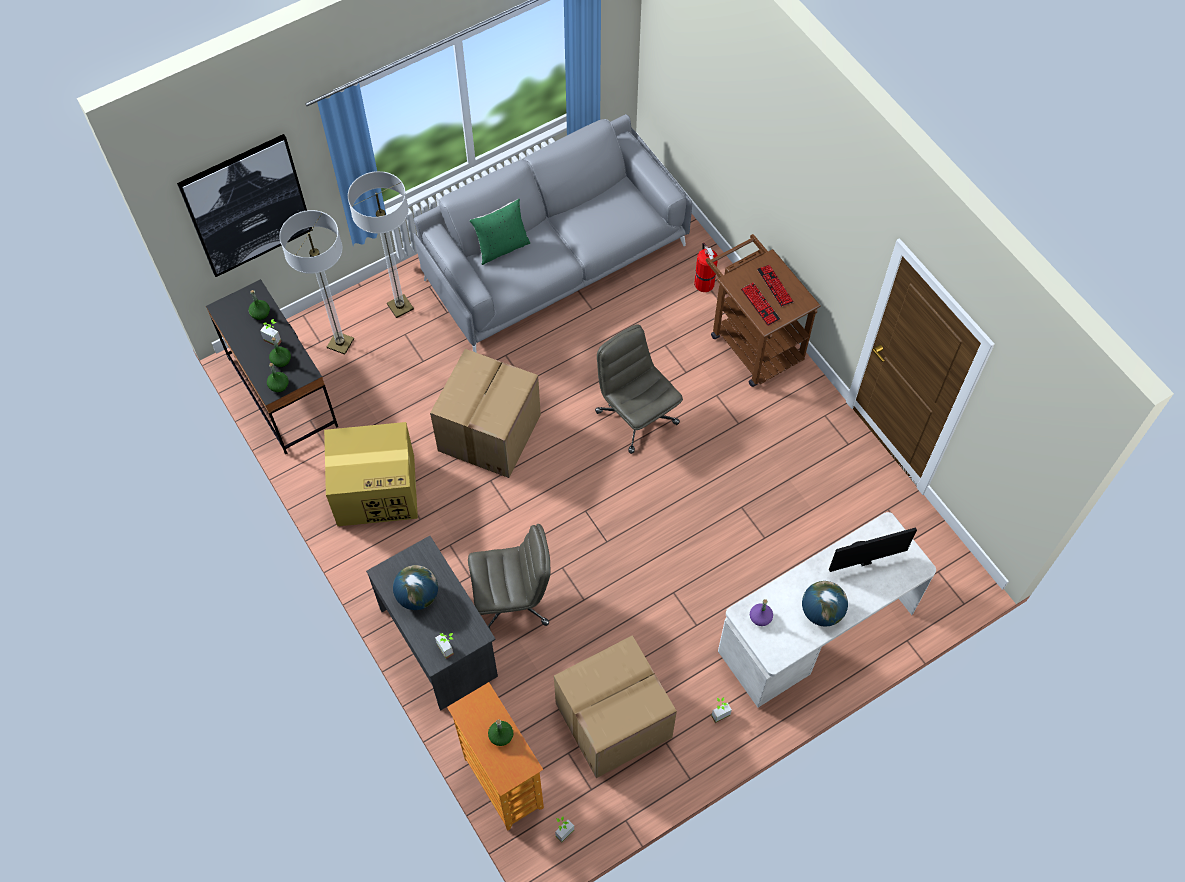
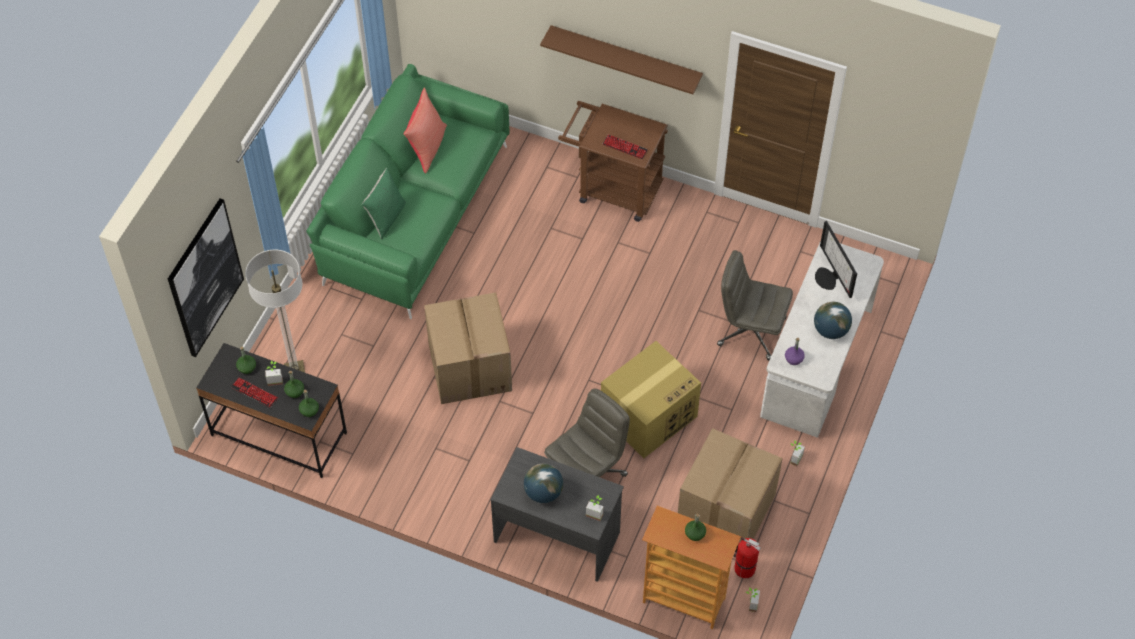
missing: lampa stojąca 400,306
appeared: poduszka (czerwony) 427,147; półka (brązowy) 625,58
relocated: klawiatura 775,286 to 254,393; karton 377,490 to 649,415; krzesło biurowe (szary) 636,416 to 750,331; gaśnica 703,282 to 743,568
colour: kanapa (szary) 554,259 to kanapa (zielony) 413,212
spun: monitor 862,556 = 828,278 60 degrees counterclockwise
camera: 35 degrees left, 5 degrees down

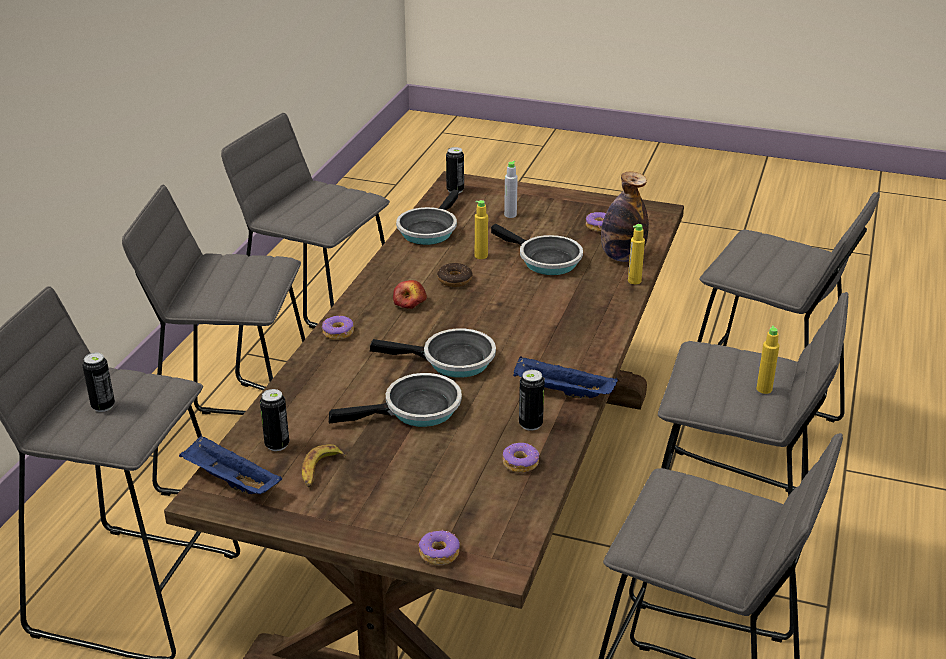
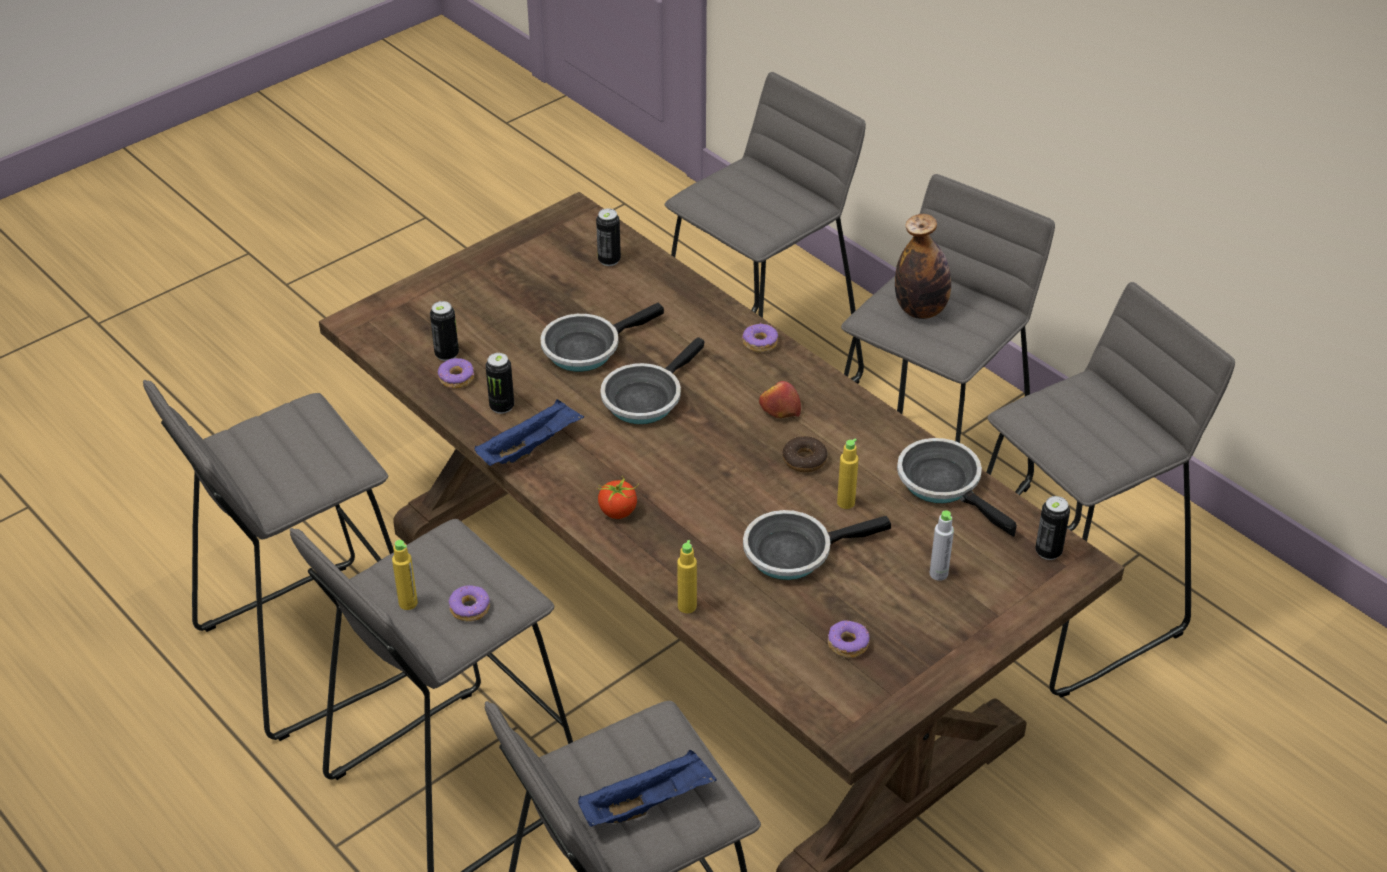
missing: banan 320,470
appeared: pomidor 618,511
relocated: puszka 103,406 to 447,354; donut 439,553 to 470,608; taca (niebieski) 229,481 to 648,803; butelka 622,257 to 920,310
spun: patelnia 416,410 = 586,348 45 degrees clockwise
camera: 120 degrees right, 10 degrees up

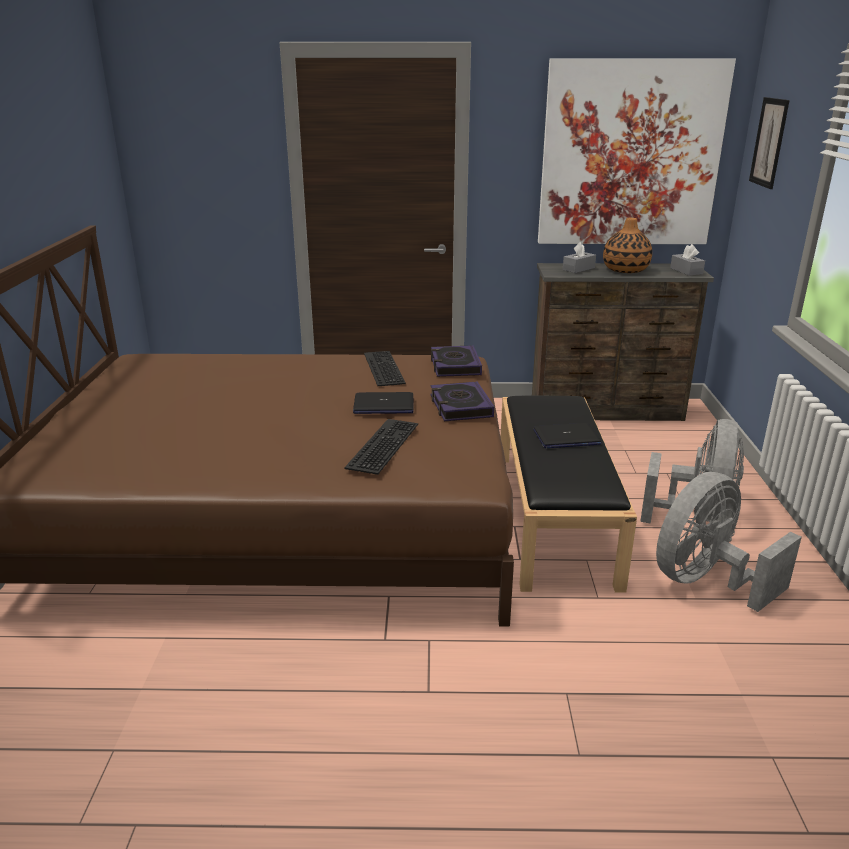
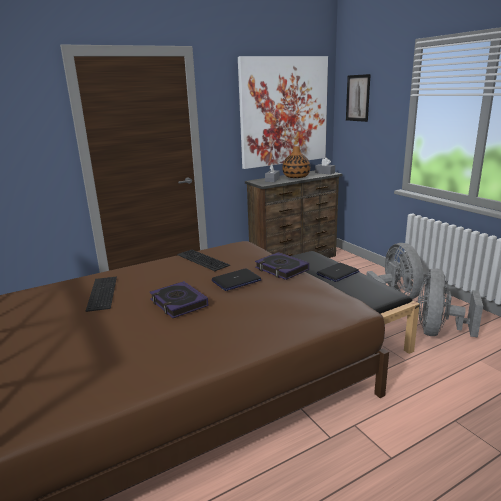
relocated: klawiatura 381,444 to 101,293; książka 455,366 to 178,303
camera: 30 degrees left, 5 degrees down

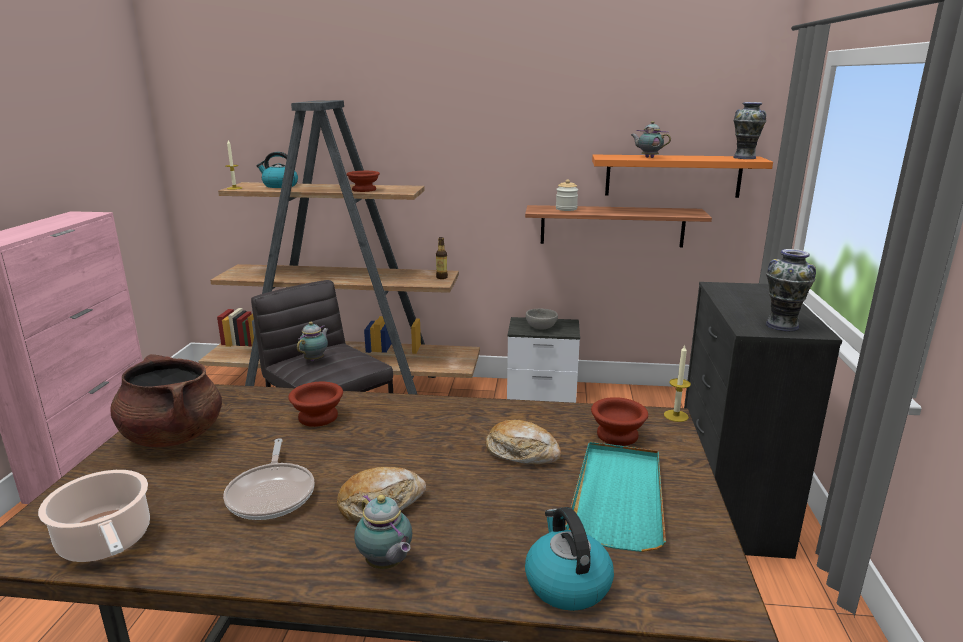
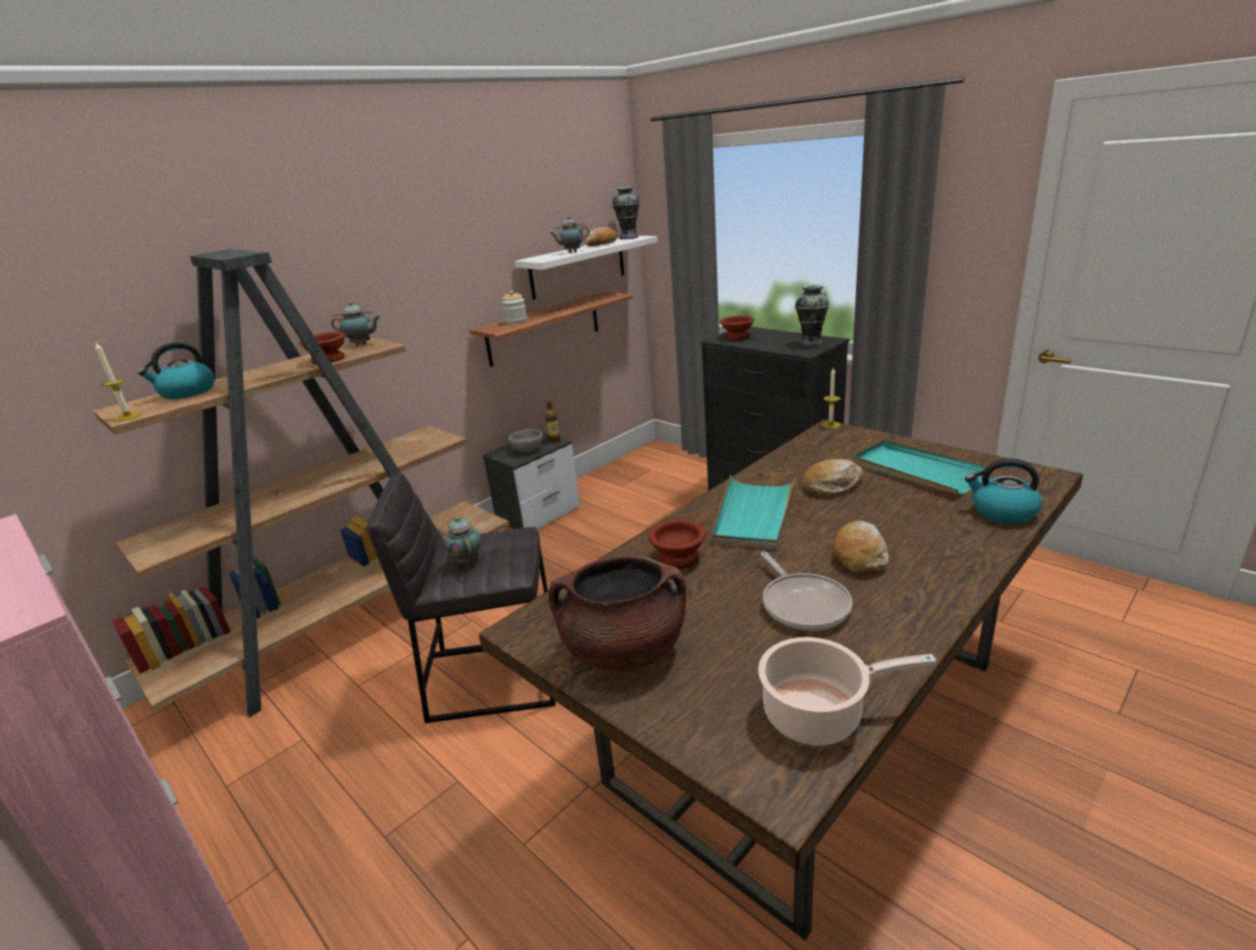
appeared: chleb 601,244; taca (turkusowy) 753,514
relocated: imbryk 386,564 to 362,345; butelka 442,277 to 554,440; miska (brązowy) 615,434 to 736,337
colour: półka (pomarańczowy) 673,176 to półka (biały) 578,267
spun: patelnia 272,494 = 803,604 45 degrees clockwise
camera: 50 degrees left, 5 degrees up

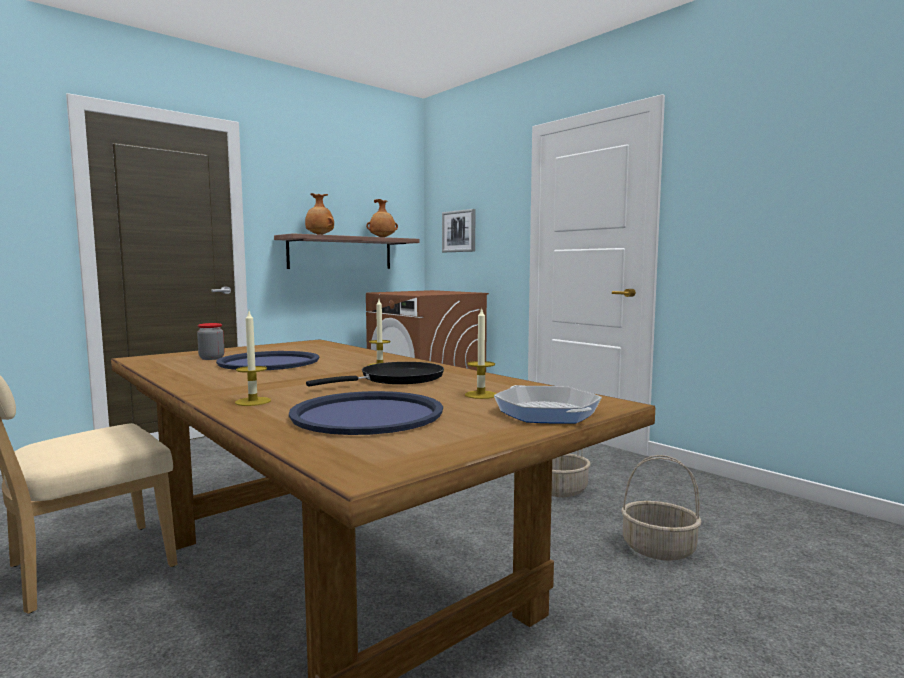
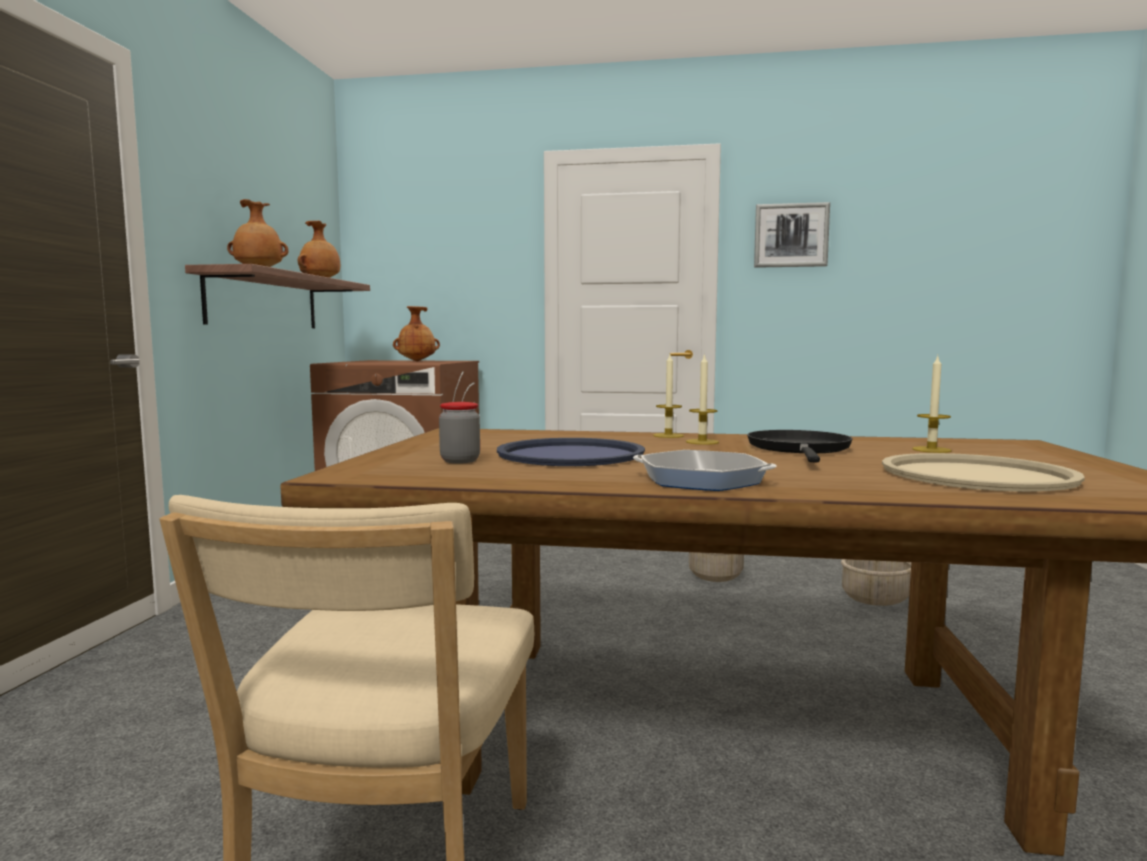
appeared: wazon (brązowy) 416,361
relocated: patelnia 547,412 to 701,480; świeca 253,401 to 668,435; obraz 459,231 to 791,235
colour: taca (niebieski) 367,414 to taca (beżowy) 976,475
camera: 40 degrees left, 0 degrees up

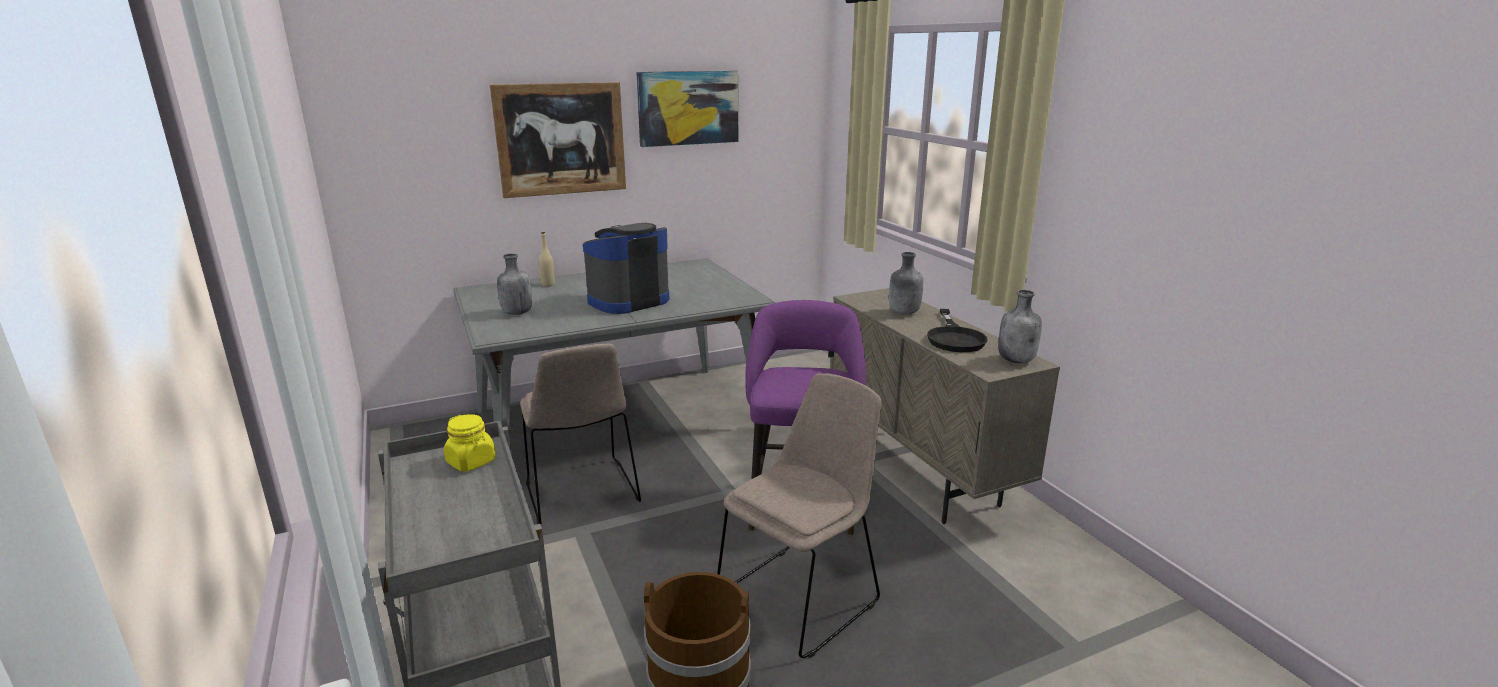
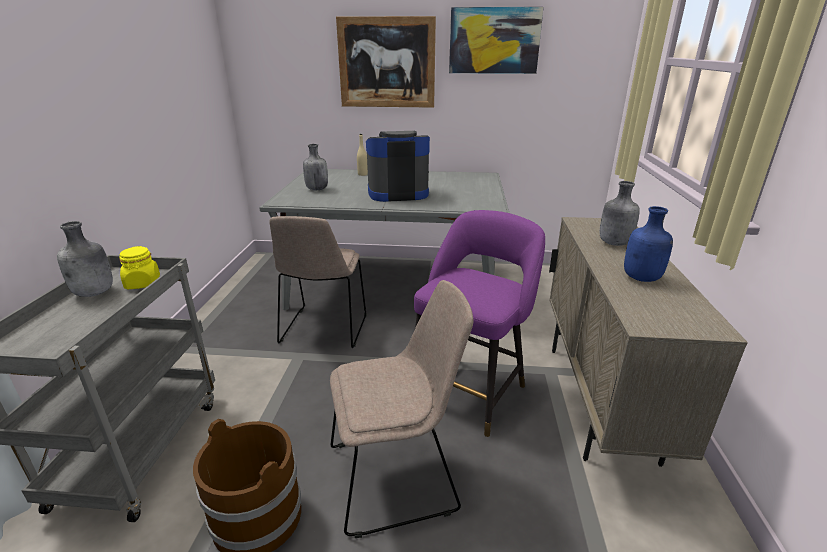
relocated: butelka (szary) 1016,360 to 95,293
exchanged: patelnia (czarny) 954,338 to butelka (niebieski) 642,278
camera: 30 degrees right, 5 degrees up

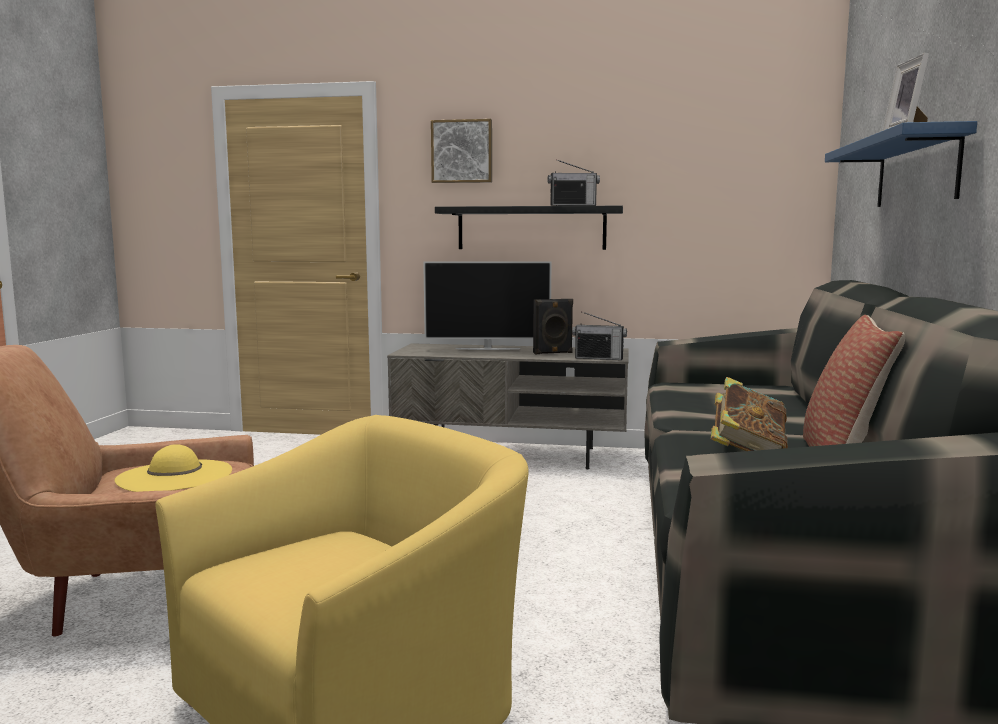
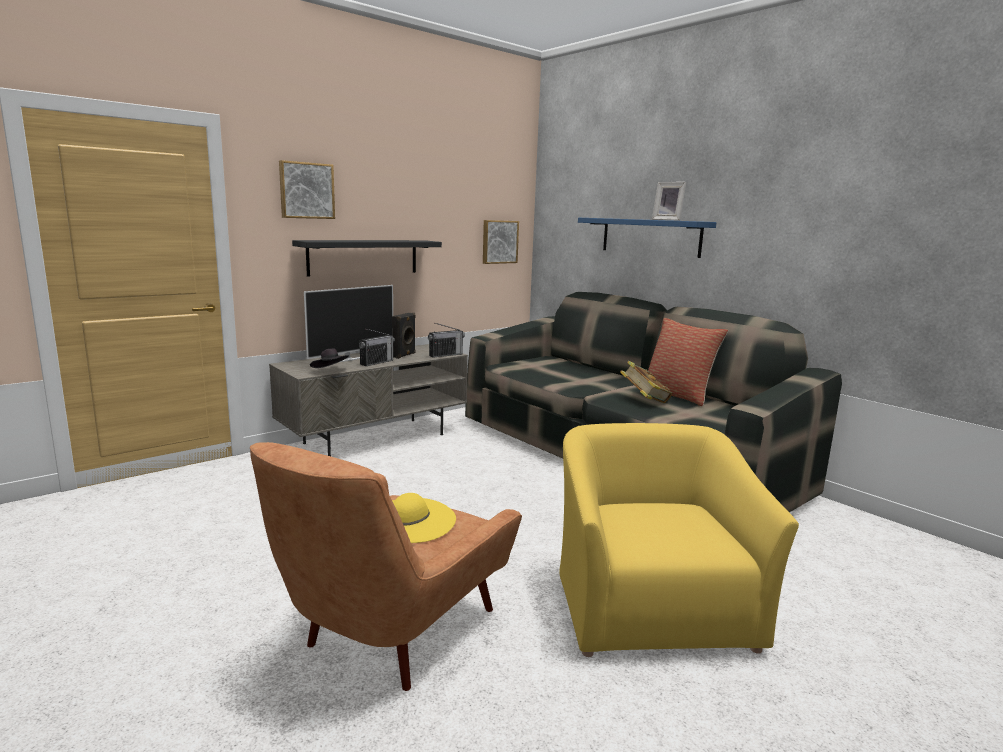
appeared: kapelusz (czarny) 330,371; obraz 499,242
relocated: radio 573,205 to 376,362
camera: 50 degrees left, 5 degrees up

